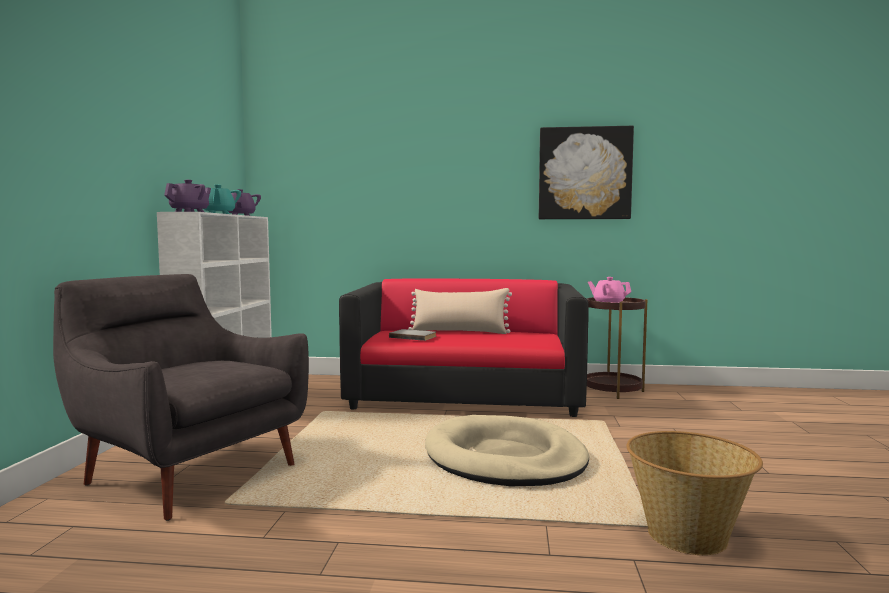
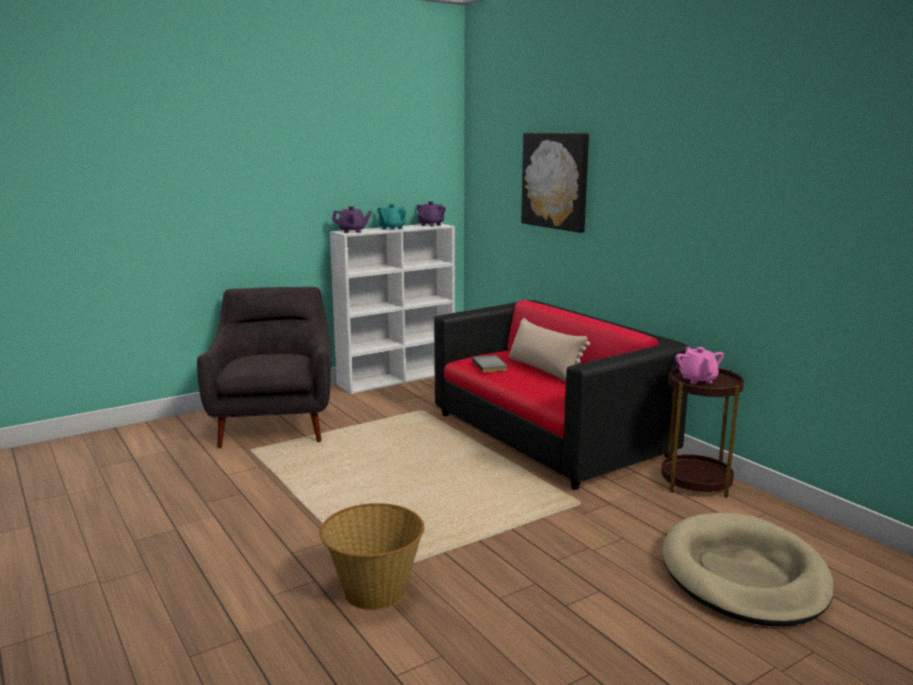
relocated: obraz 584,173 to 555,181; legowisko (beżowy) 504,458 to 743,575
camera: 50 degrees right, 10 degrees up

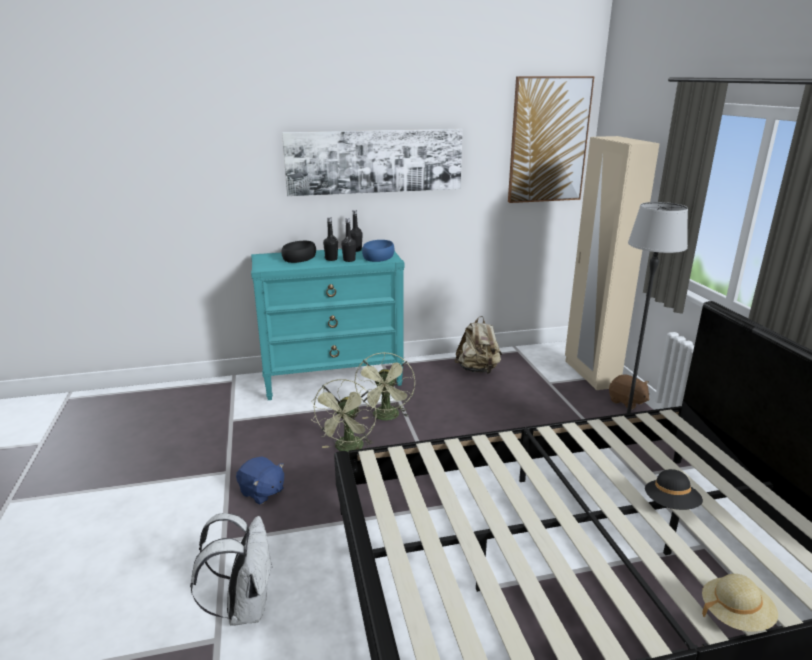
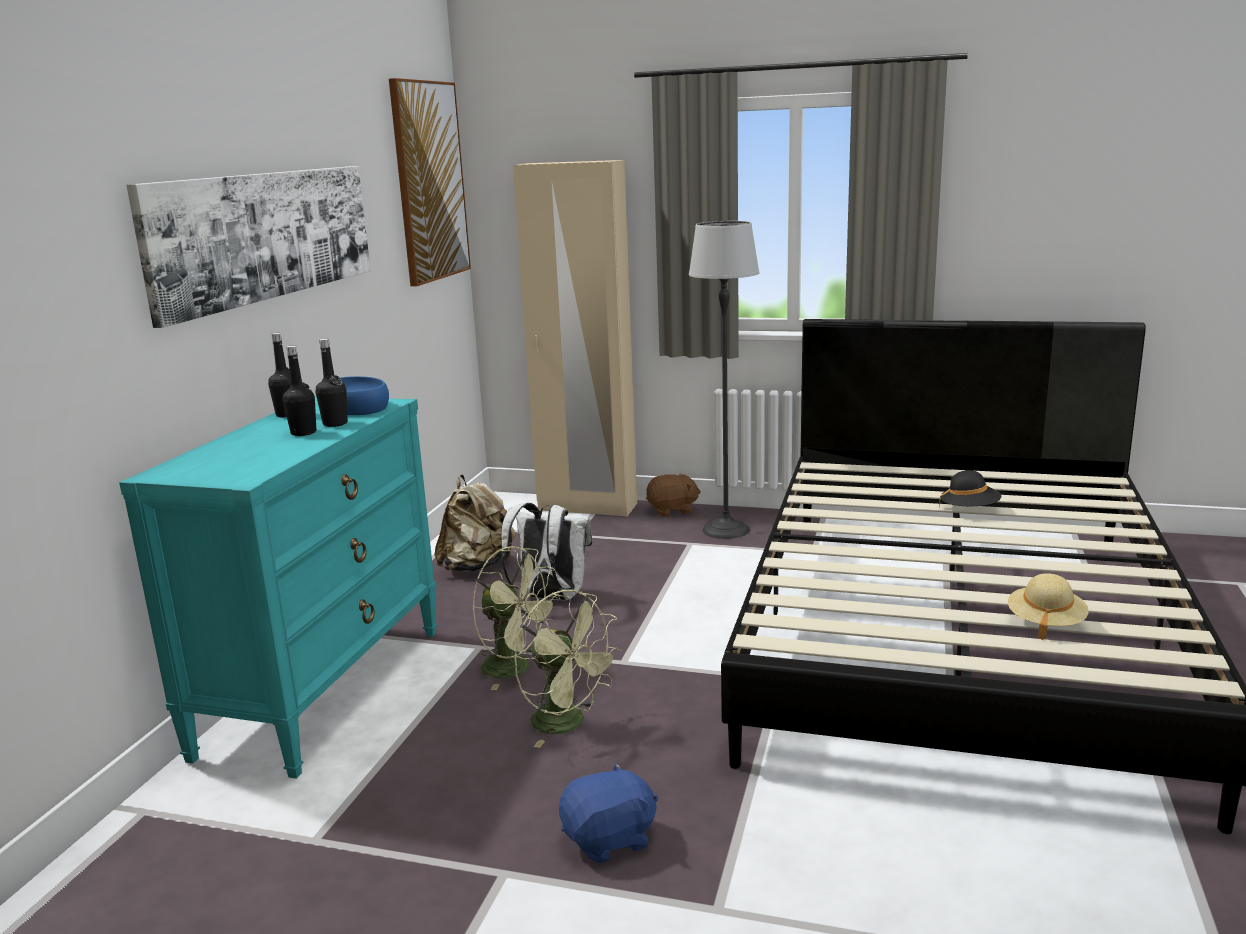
missing: miska (czarny) 299,257
relocated: plecak (biały) 244,606 to 550,598; kapelusz (beżowy) 735,615 to 1045,623
camera: 60 degrees left, 5 degrees down

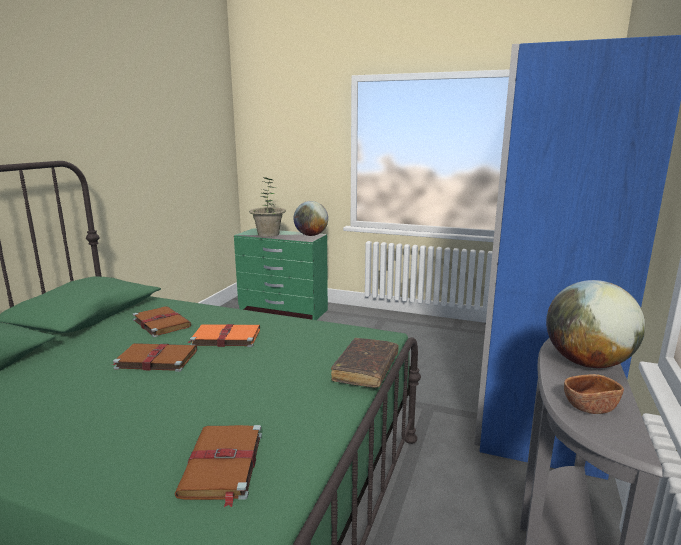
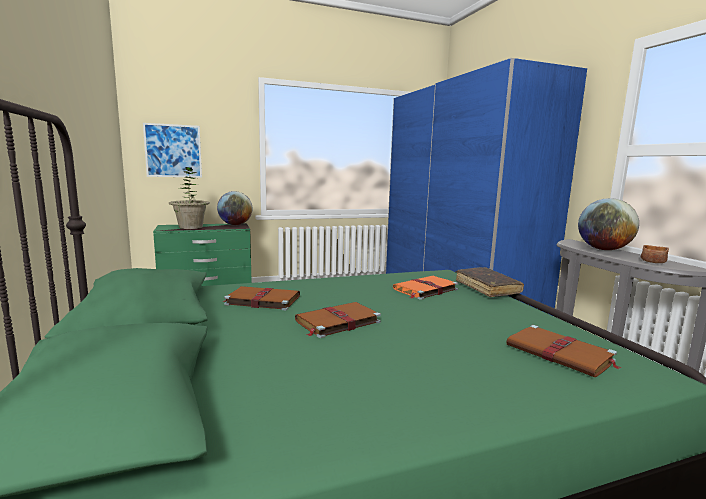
appeared: obraz 173,151
relocated: książka (pomarańczowy) 225,338 to 425,289
camera: 40 degrees left, 5 degrees down

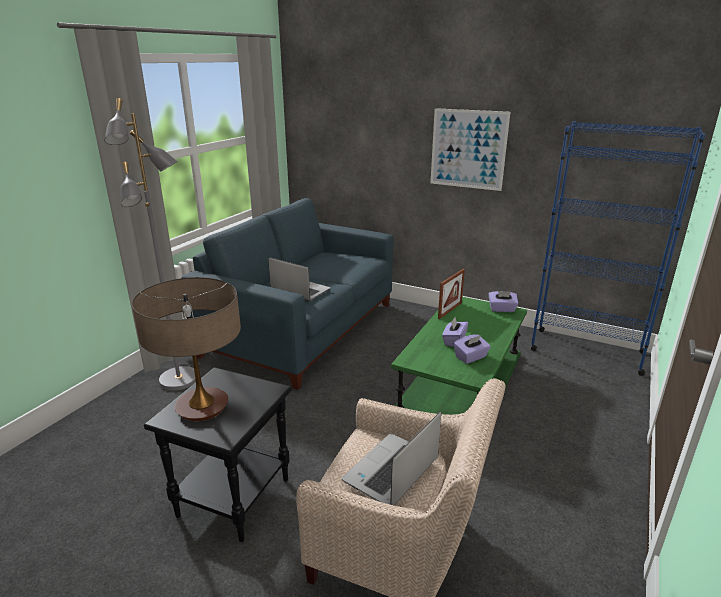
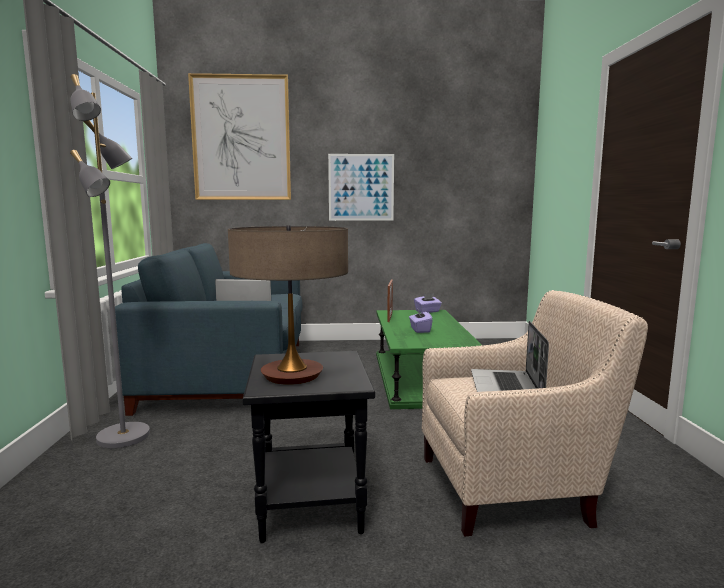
missing: pudełko chusteczek (fioletowy) 471,357; regał (niebieski) 586,351
appeared: obraz 241,138
camera: 30 degrees left, 15 degrees down

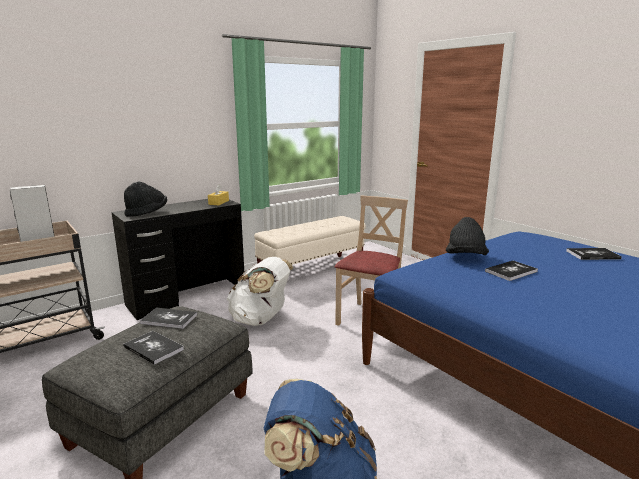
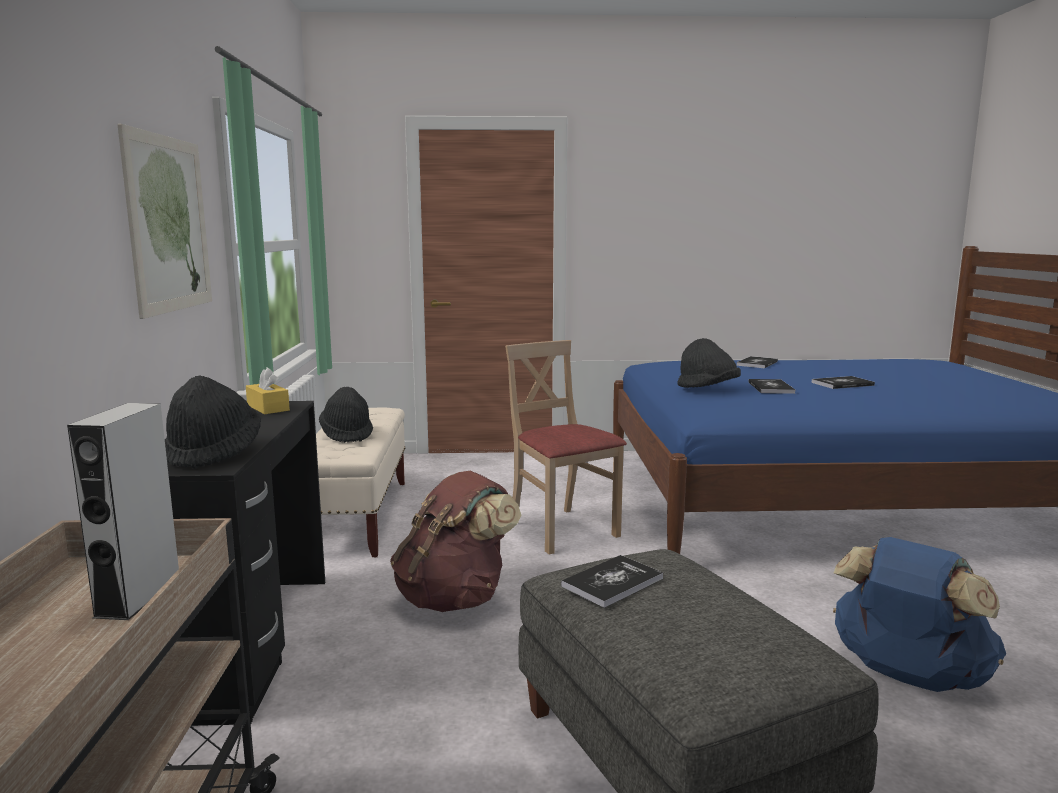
appeared: obraz 169,224; kapelusz (czarny) 347,435
relocated: książka 153,348 to 842,384
colour: plecak (biały) 261,320 to plecak (brązowy) 455,599
camera: 55 degrees left, 5 degrees down

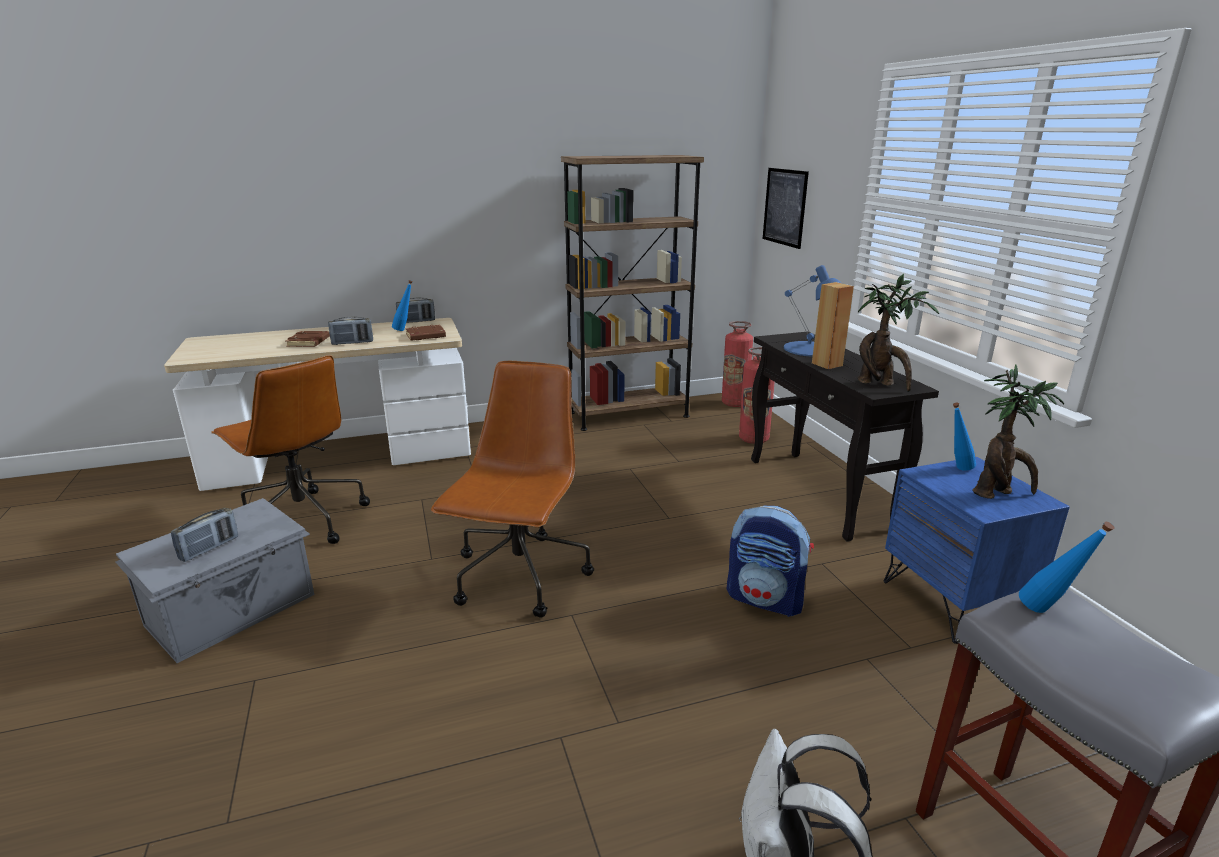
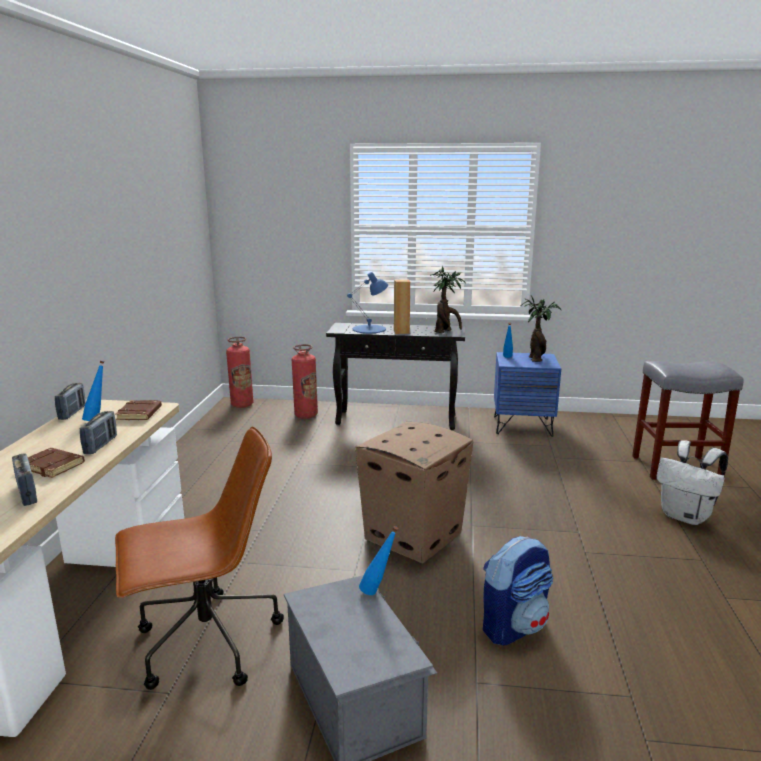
missing: regał (brązowy) 628,414; obraz 784,207
relocated: radio 209,548 to 27,494; butelka (niebieski) 1048,614 to 378,591; plecak 766,599 to 514,626
exchanged: krzesło biurowe (brązowy) 520,578 to karton 414,535
camera: 65 degrees left, 5 degrees down

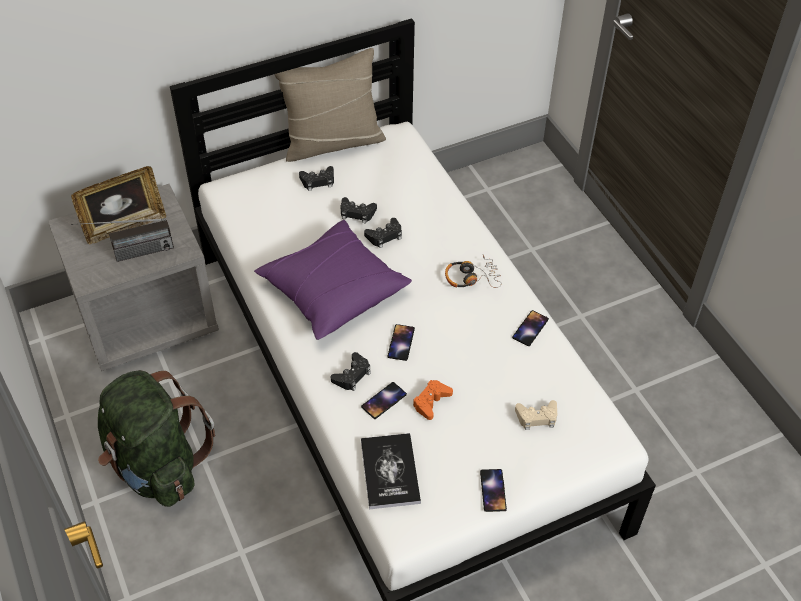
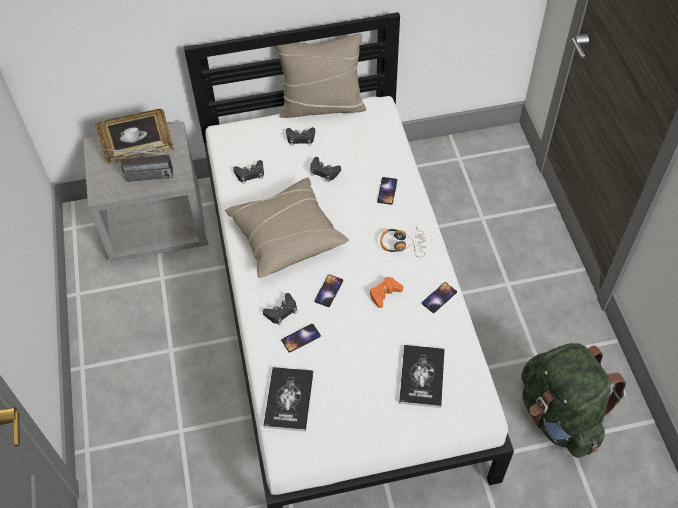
relocated: pad do gier (czarny) 384,236 to 250,174; pad do gier (pomarańczowy) 431,402 to 384,293; telefon 493,490 to 387,191; plecak (zielony) 157,465 to 559,415
exchanged: pad do gier (beżowy) 537,417 to książka 422,376
colour: poduszka (fioletowy) 333,291 to poduszka (beżowy) 286,236
camera: 15 degrees right, 5 degrees up

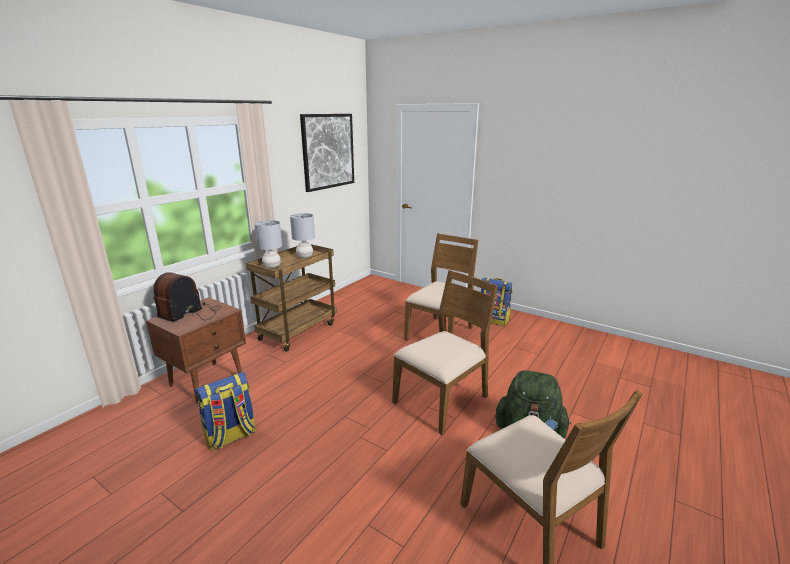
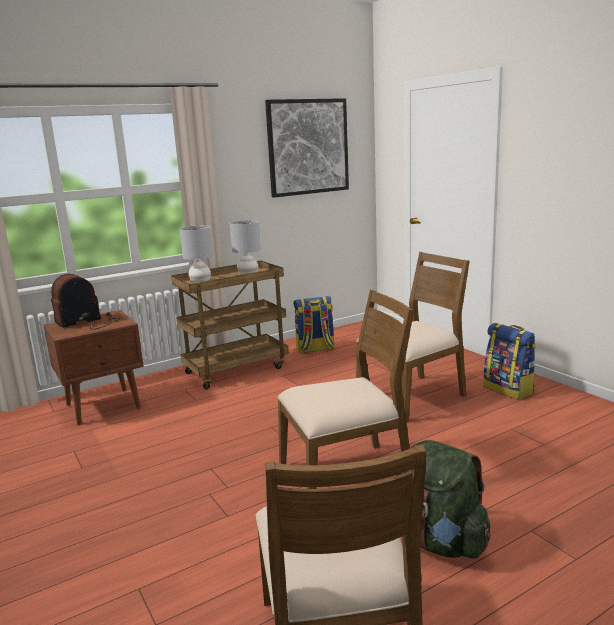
relocated: plecak 231,437 to 315,349
camera: 25 degrees right, 5 degrees down

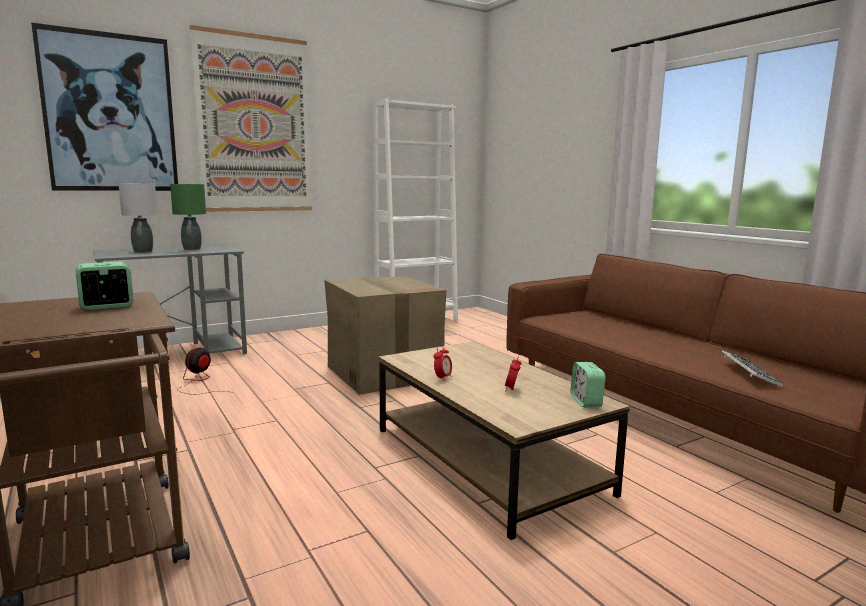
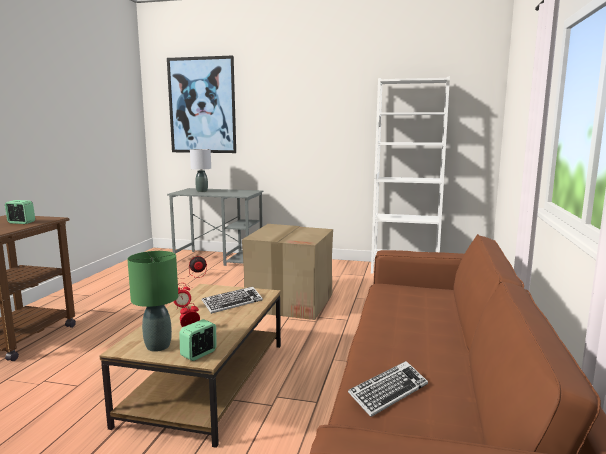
missing: obraz 255,125
appeared: klawiatura 232,303
relocated: lampa stołowa (zielony) 191,249 to 157,346
camera: 45 degrees right, 0 degrees up

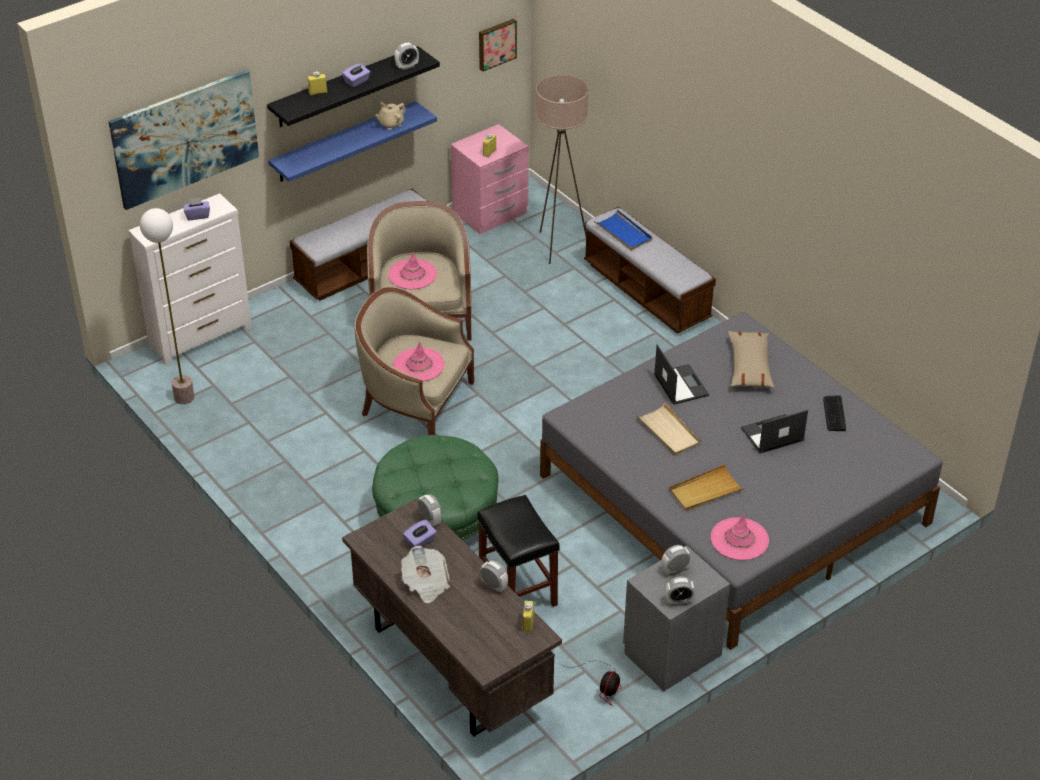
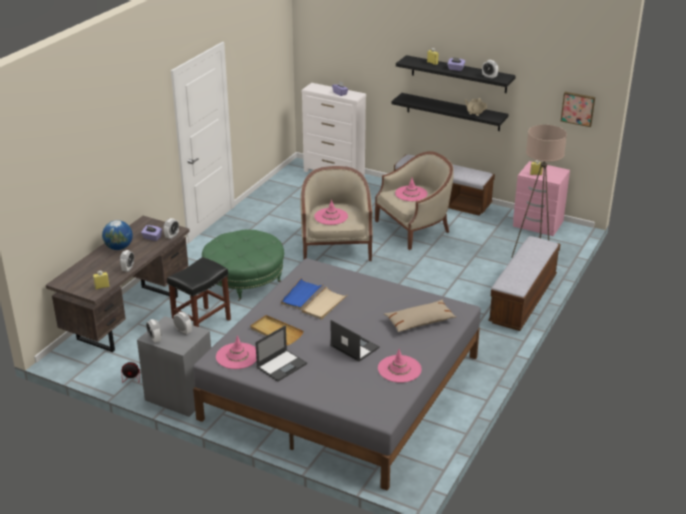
missing: obraz 185,138; lampa stojąca 184,398
relocated: laptop 680,384 to 282,365; taca (niebieski) 623,233 to 301,295
exchanged: gazeta 425,583 to globus 119,248; klawiatura 834,414 to kapelusz (różowy) 399,369
colour: półka (niebieski) 344,142 to półka (czarny) 453,112
camera: 65 degrees right, 10 degrees down

